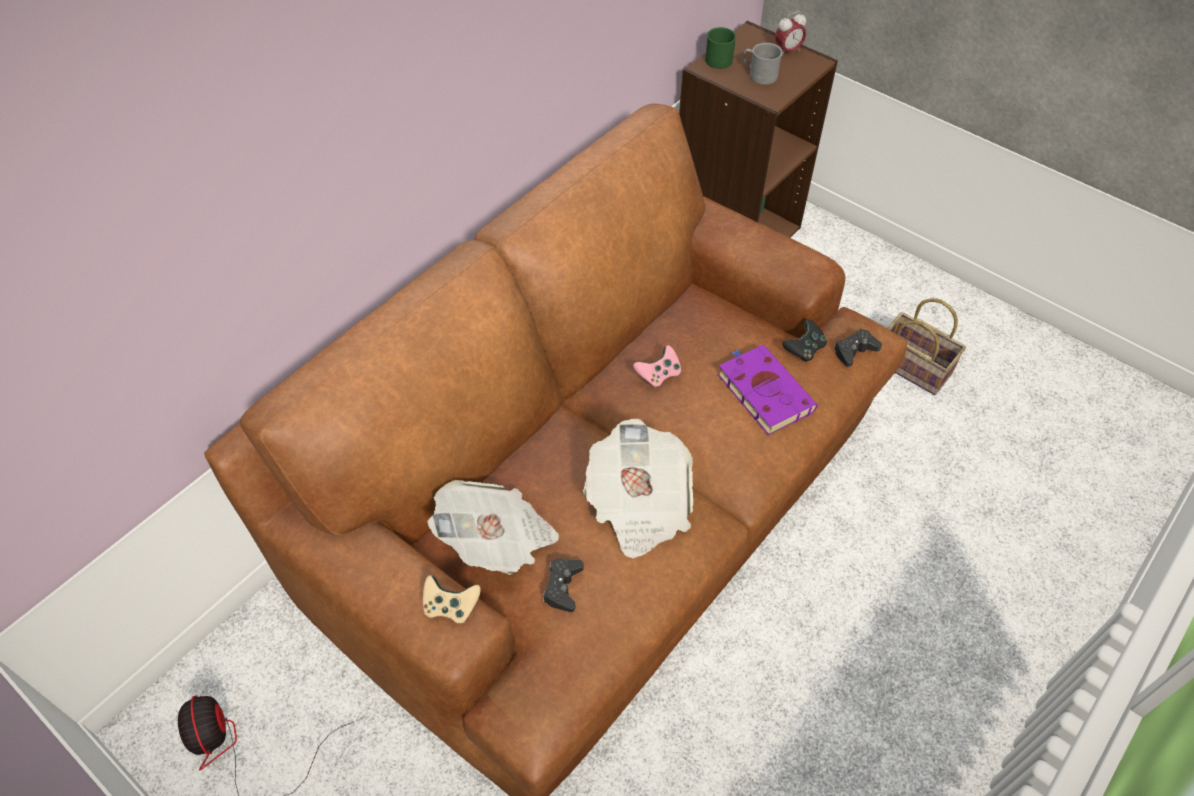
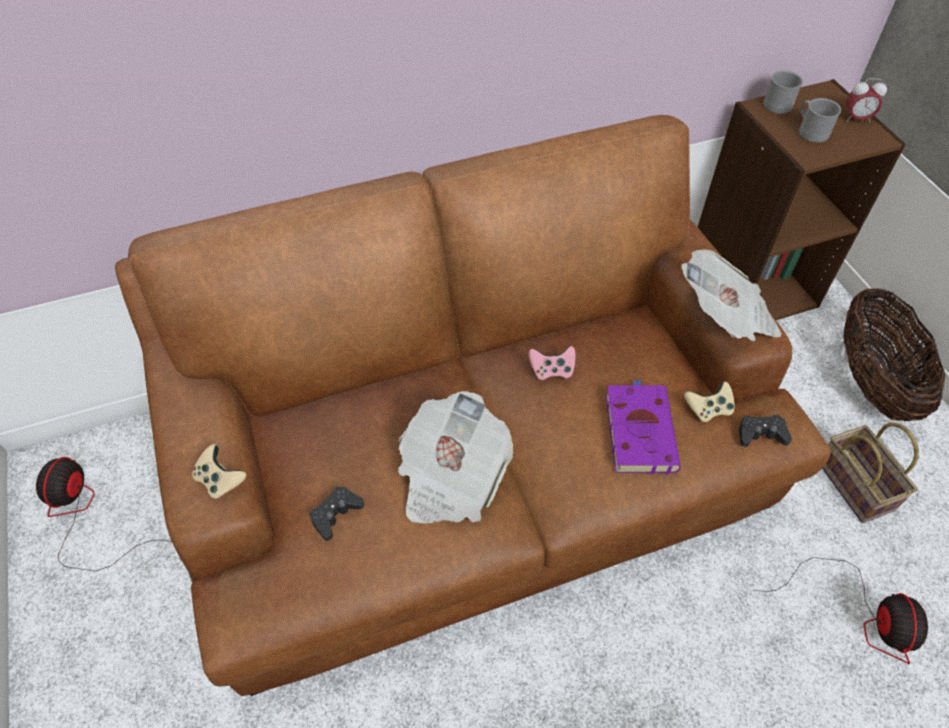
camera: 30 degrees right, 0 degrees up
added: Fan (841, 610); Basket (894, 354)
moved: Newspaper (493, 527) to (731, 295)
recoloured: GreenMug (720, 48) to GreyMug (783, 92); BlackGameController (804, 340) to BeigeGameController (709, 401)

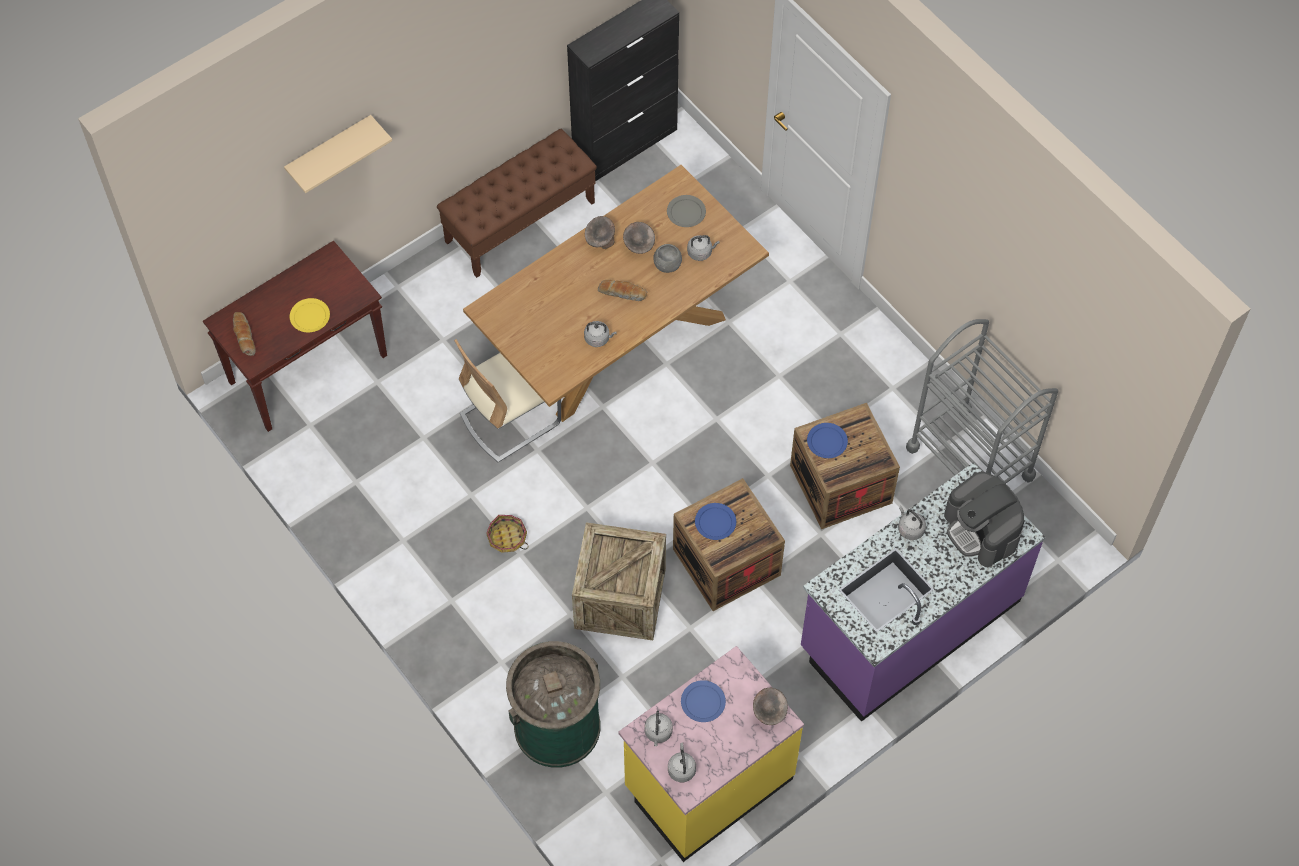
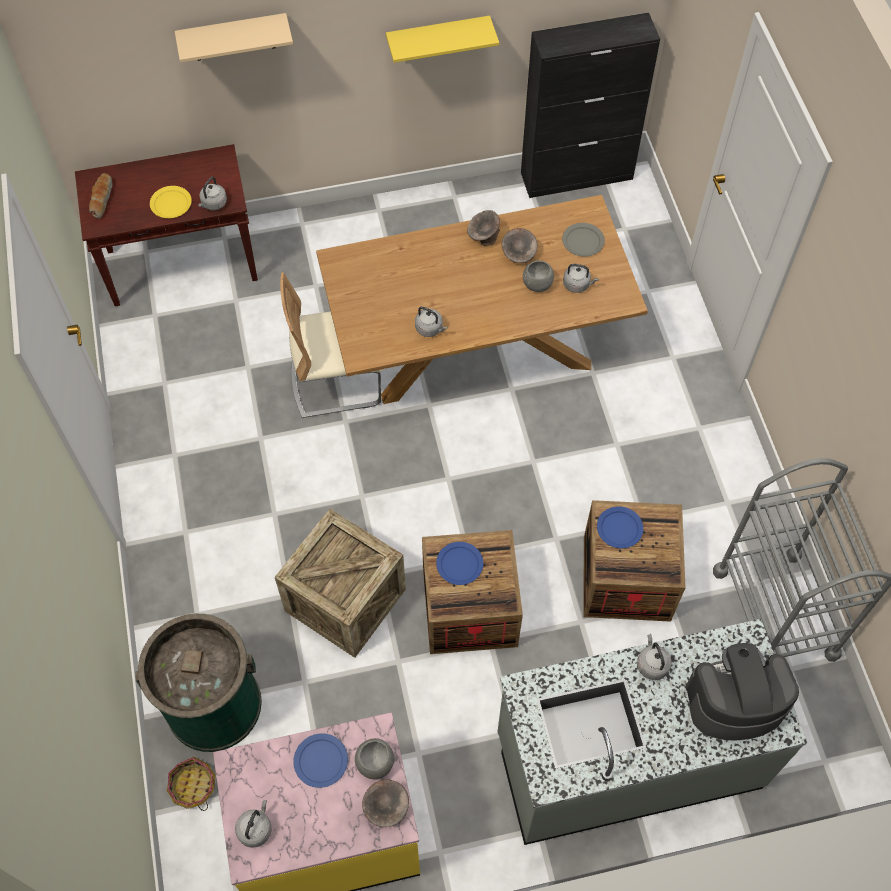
camera: 25 degrees right, 0 degrees up
removed: BrownBench (517, 203); Bread (622, 290)
added: GreyBowl (374, 758); YellowShelf (442, 39)
moved: Basket (507, 534) to (191, 784); GreyKettle (658, 728) to (212, 193)
recoloured: PurpleCounter (923, 592) to GreyCounter (652, 732)
turned: CoffeeMachine (984, 519) = (742, 691) 90 degrees clockwise

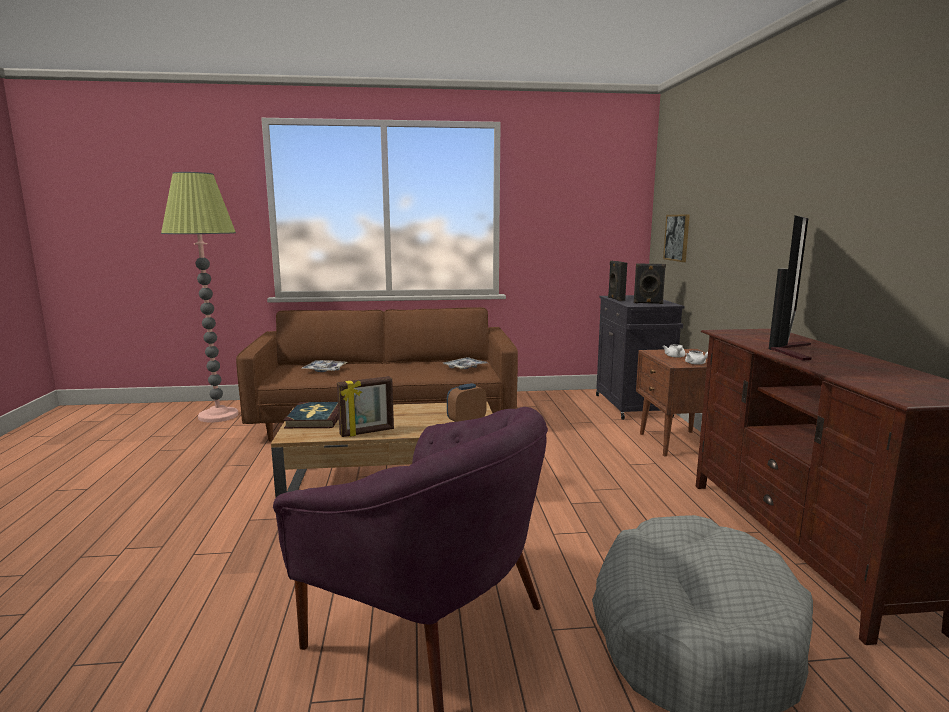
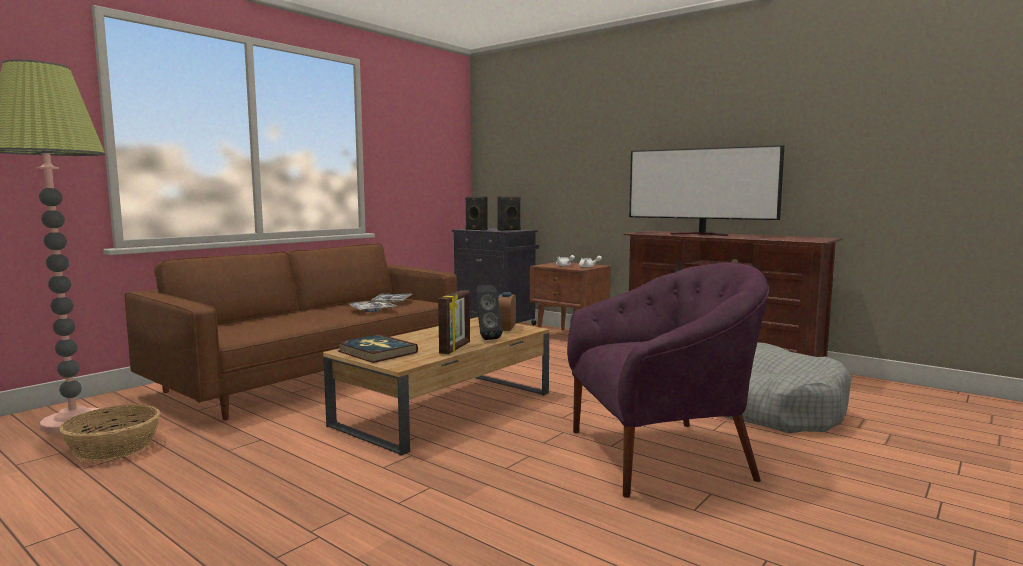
camera: 45 degrees left, 5 degrees down
removed: Picture (676, 238)
added: Basket (110, 432); BlackSpeaker (489, 312)
moved: Tray (324, 366) to (372, 306)
turned: Television (790, 288) = (707, 190) 135 degrees clockwise

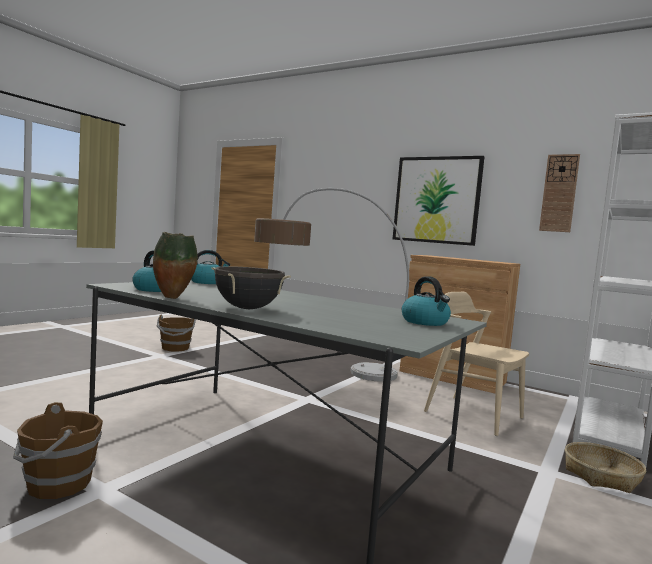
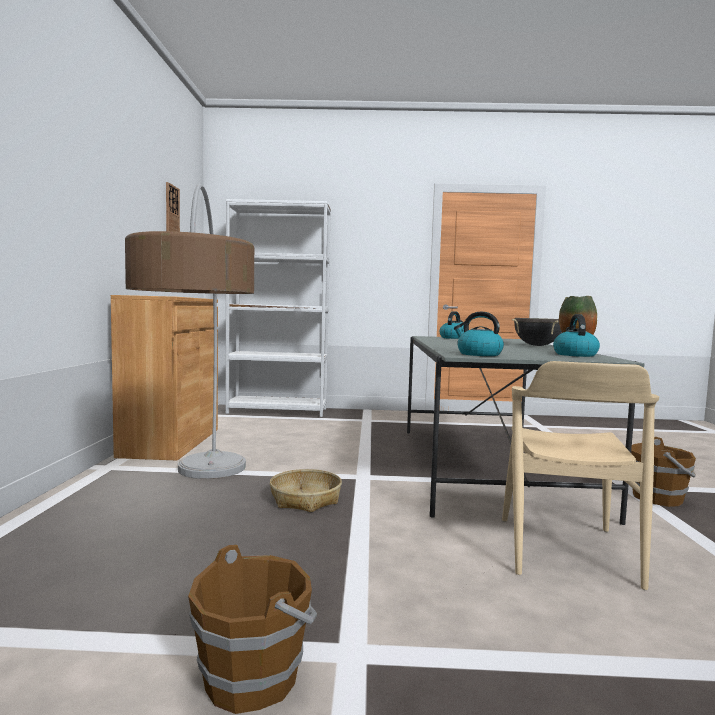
camera: 120 degrees left, 0 degrees up
removed: Picture (439, 201)
moved: BeigeChair (476, 364) to (580, 475); Basket (605, 467) to (306, 490)

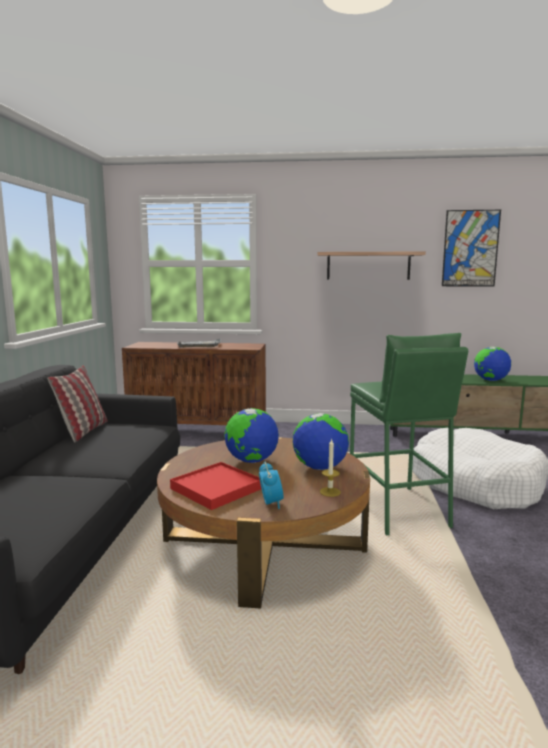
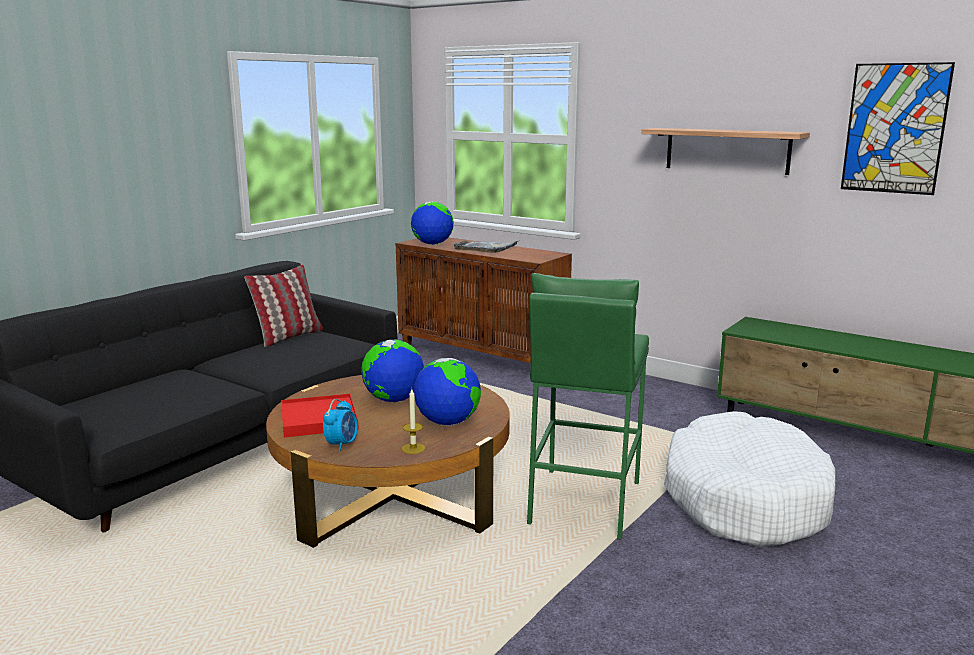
camera: 30 degrees right, 5 degrees up
moved: Globe (492, 364) to (432, 223)

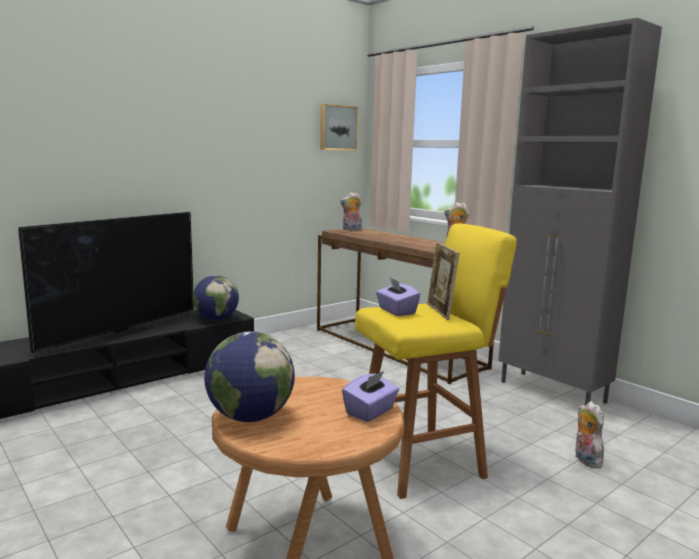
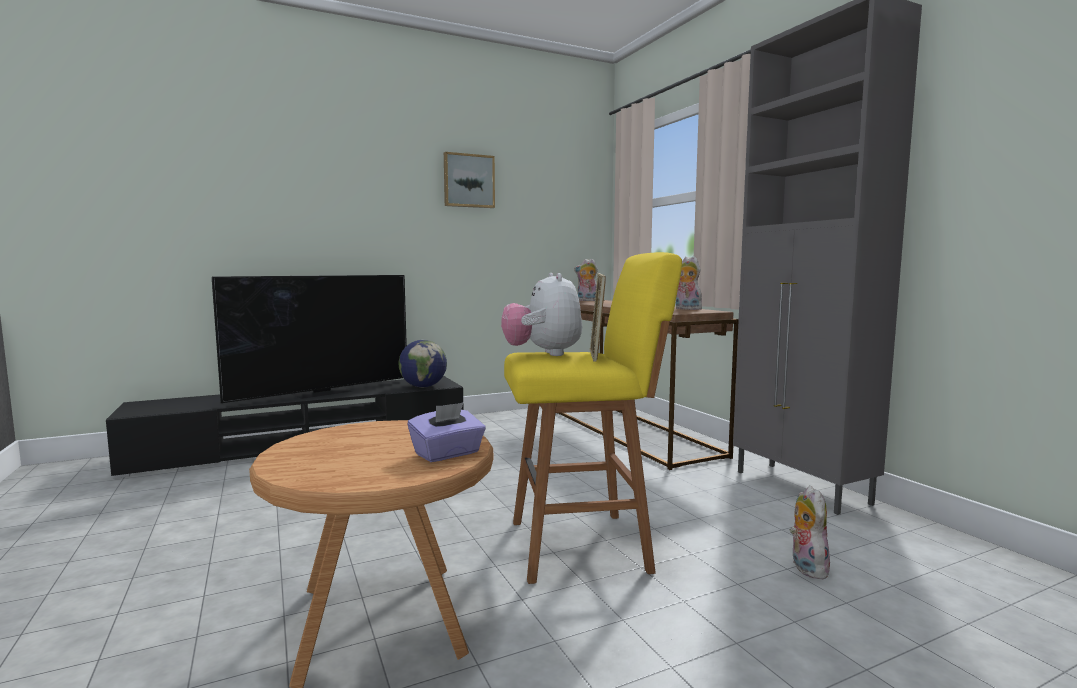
camera: 15 degrees right, 5 degrees down
removed: Globe (249, 376)
moved: Picture (339, 127) to (469, 180)
replaced: PurpleTissueBox (398, 297) to PlushToy (541, 314)

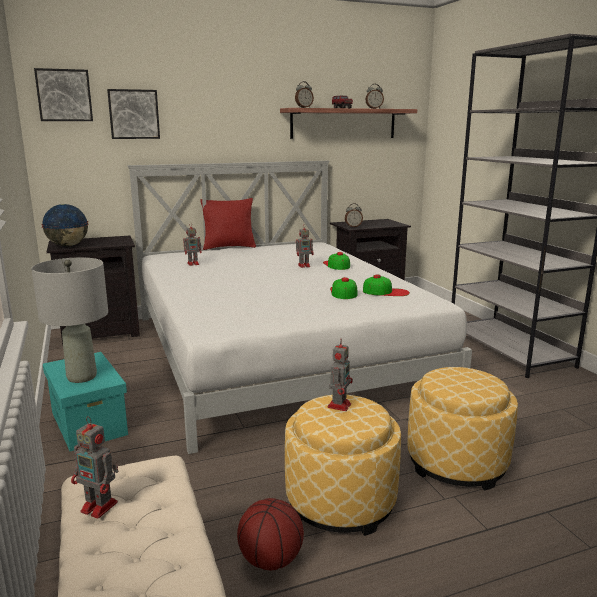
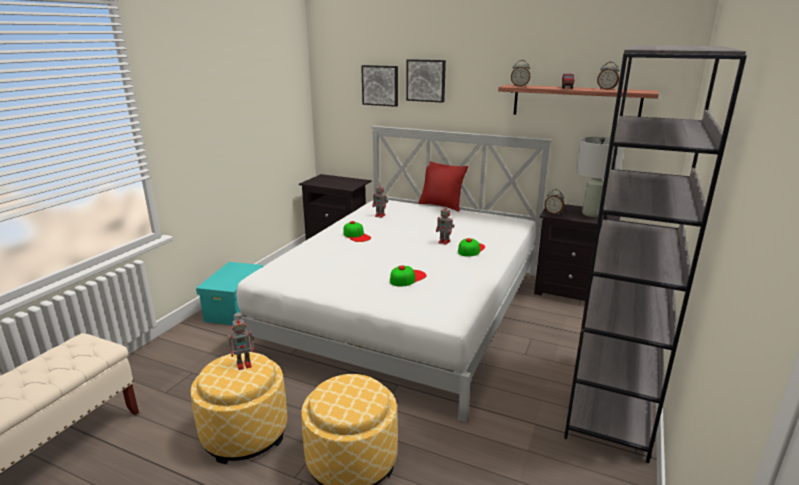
camera: 45 degrees right, 5 degrees up
removed: Globe (65, 225); ToyRobot (94, 467); Basketball (270, 534)
moved: GreyTableLamp (69, 320) to (600, 177); Picture (63, 94) to (426, 81); Cap (386, 285) to (357, 231)

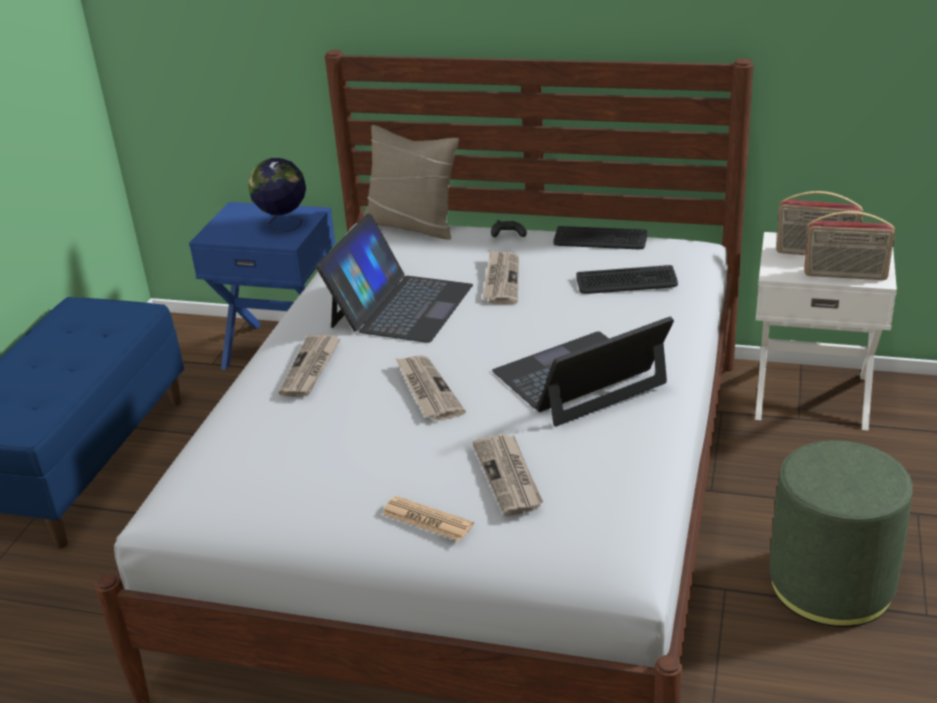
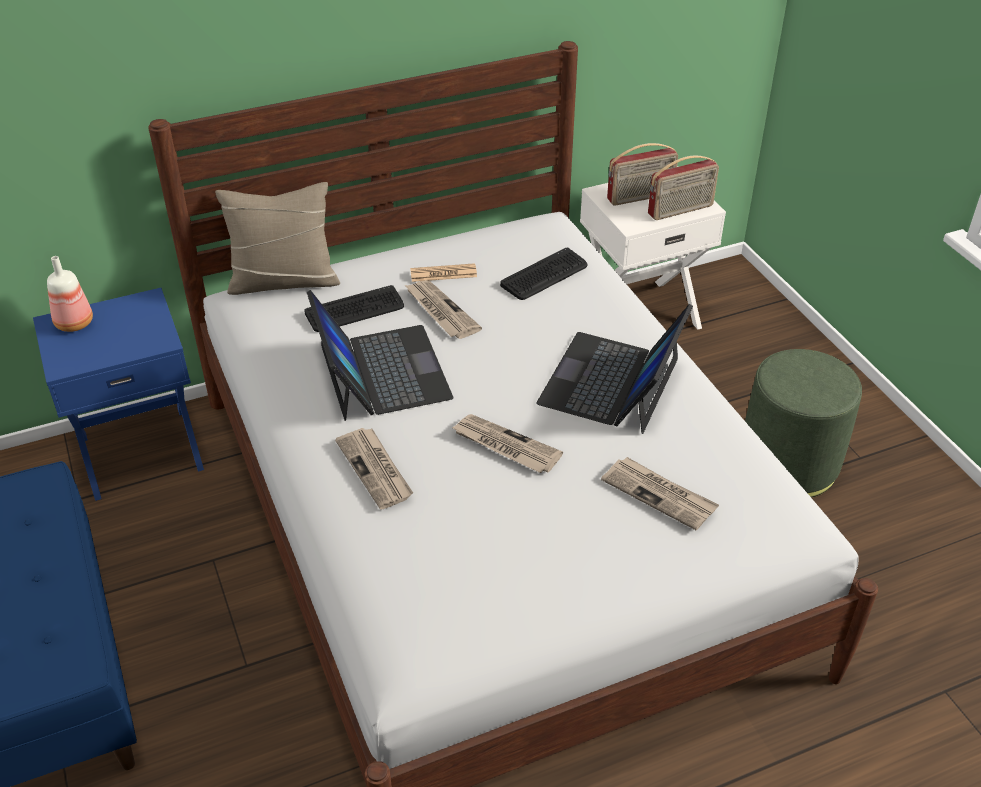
camera: 40 degrees left, 10 degrees up
removed: Globe (277, 195); BlackGameController (509, 228)
added: Bottle (70, 294)
moved: Newspaper (428, 519) to (443, 272); Keyboard (600, 237) to (354, 308)

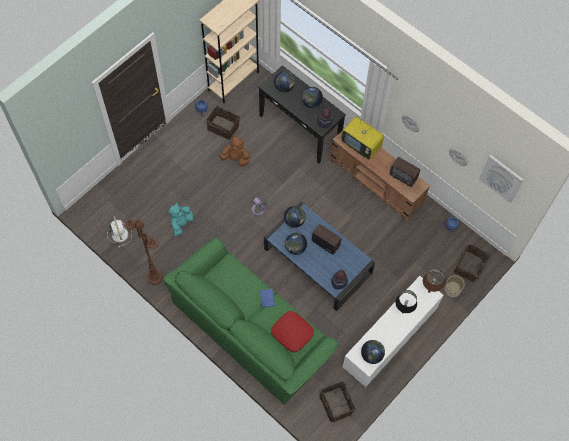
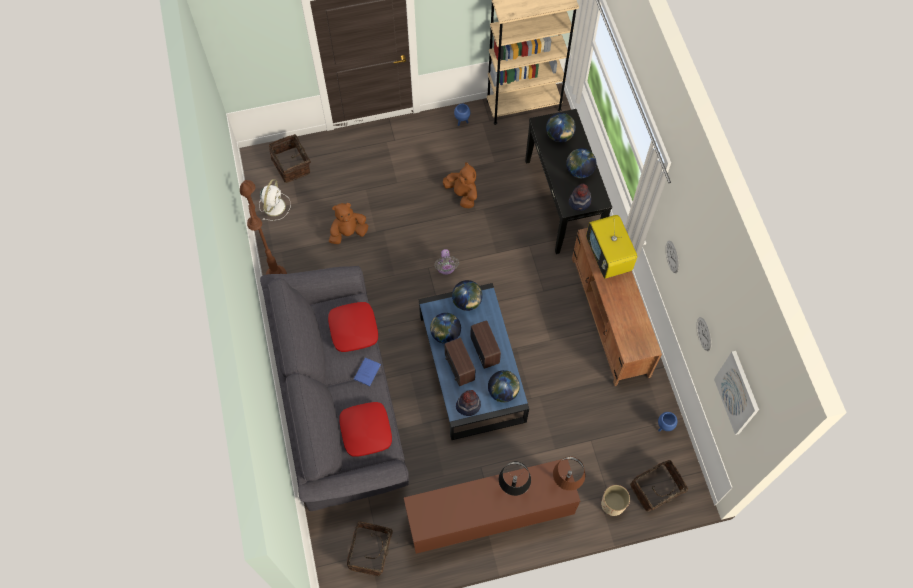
camera: 35 degrees right, 0 degrees up
added: RedPillow (353, 327)
moved: Basket (223, 122) to (290, 158); Globe (373, 352) to (504, 386); Radio (405, 172) to (460, 362)
recoloured: GreenSofa (251, 320) to GreySofa (334, 388); TurquoisePlushToy (181, 219) to BrownPlushToy (348, 223); WhiteCabinet (393, 331) to BrownCabinet (492, 506)

